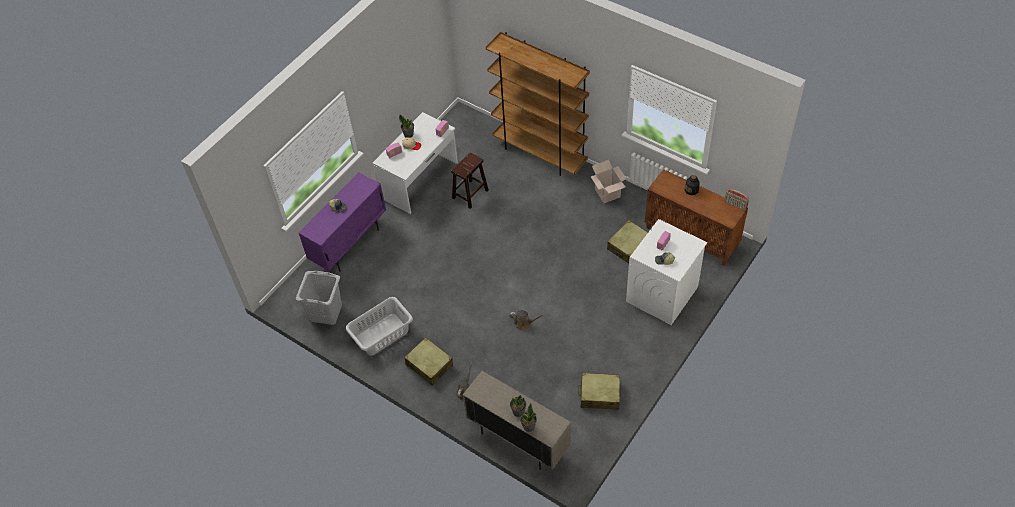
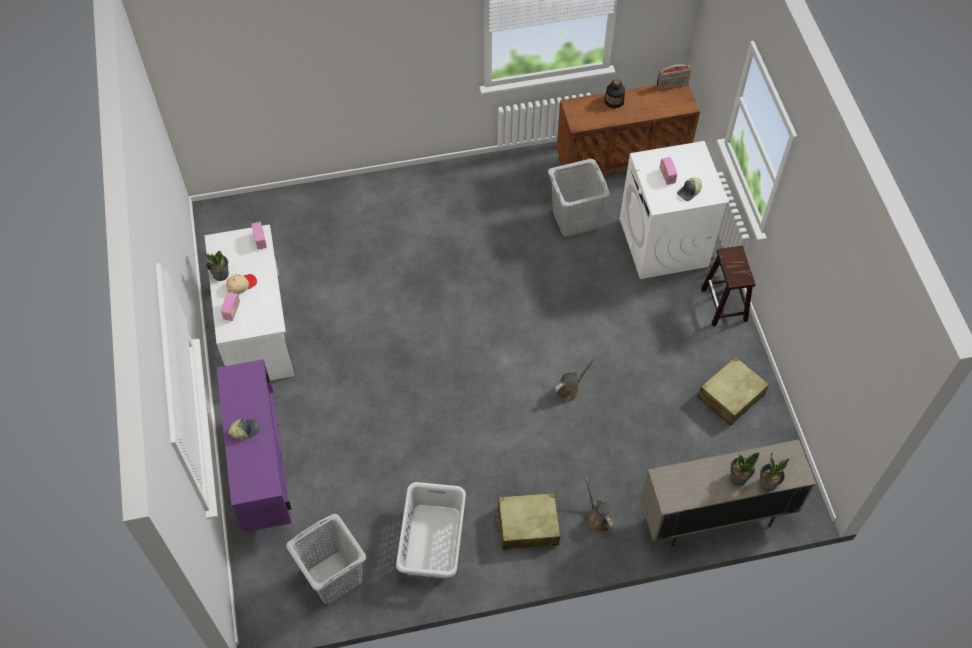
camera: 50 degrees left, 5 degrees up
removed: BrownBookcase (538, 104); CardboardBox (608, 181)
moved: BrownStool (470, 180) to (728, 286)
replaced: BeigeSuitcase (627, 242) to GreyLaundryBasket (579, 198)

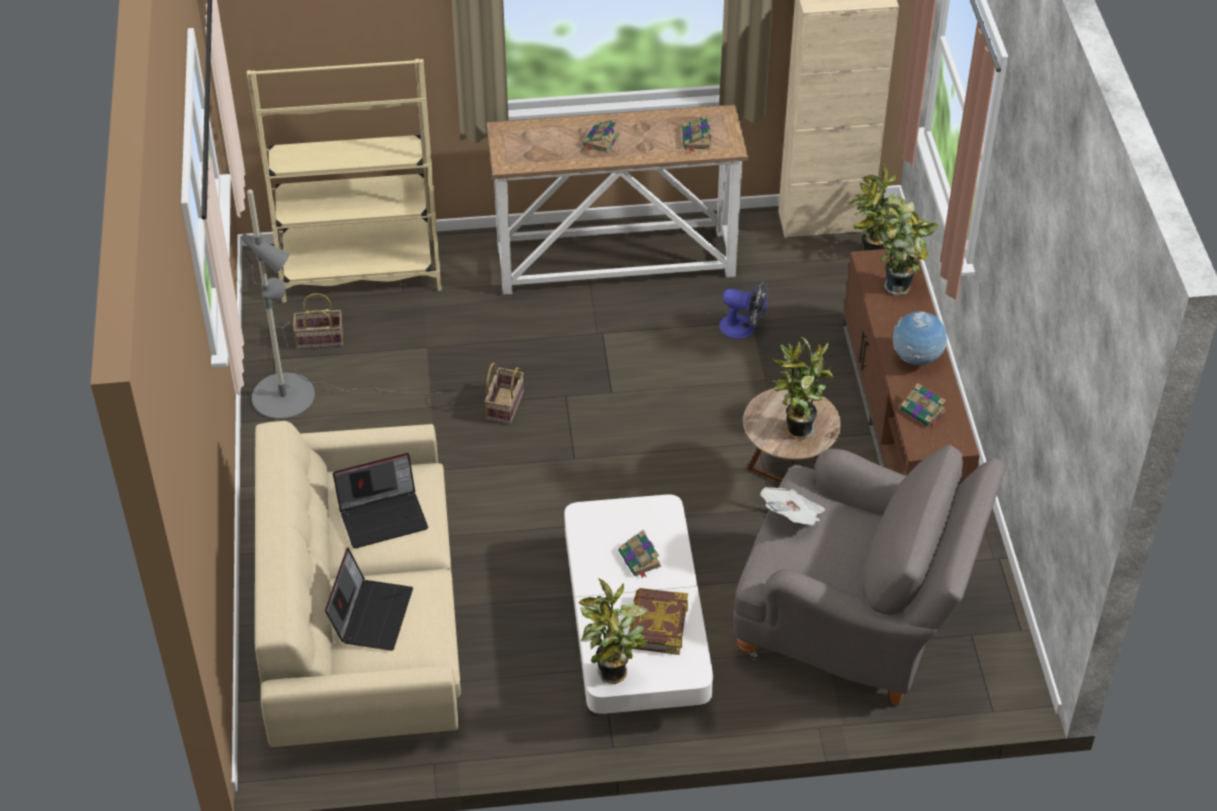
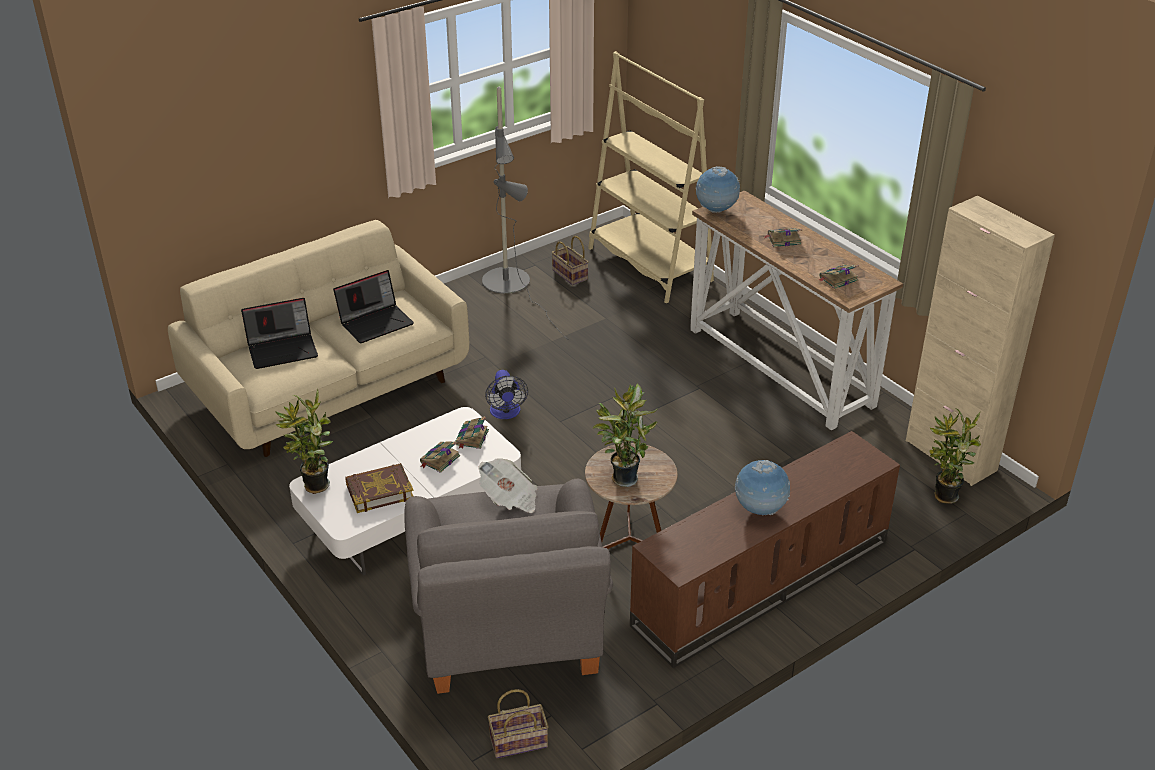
camera: 60 degrees right, 10 degrees down
removed: PottedPlant (907, 246)
added: Globe (717, 189)
moved: Basket (504, 393) to (518, 724); Fan (744, 310) to (506, 394); Book (923, 405) to (472, 432)
turned: Laptop (380, 500) = (373, 306) 75 degrees counterclockwise

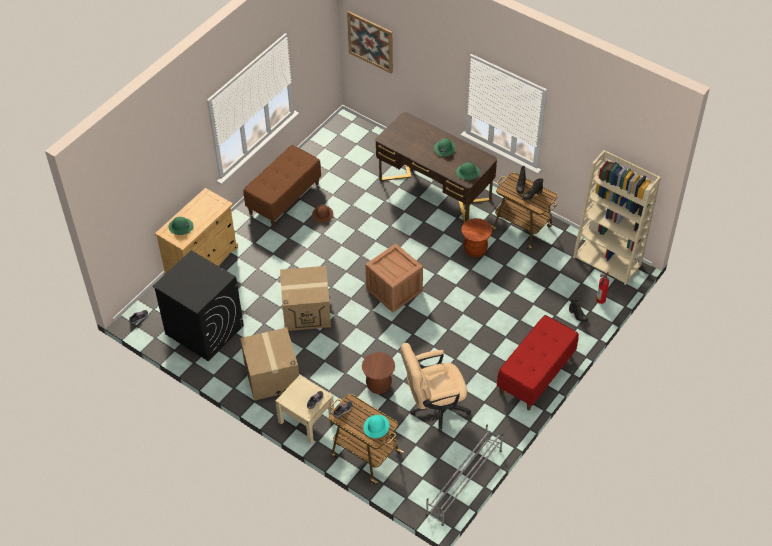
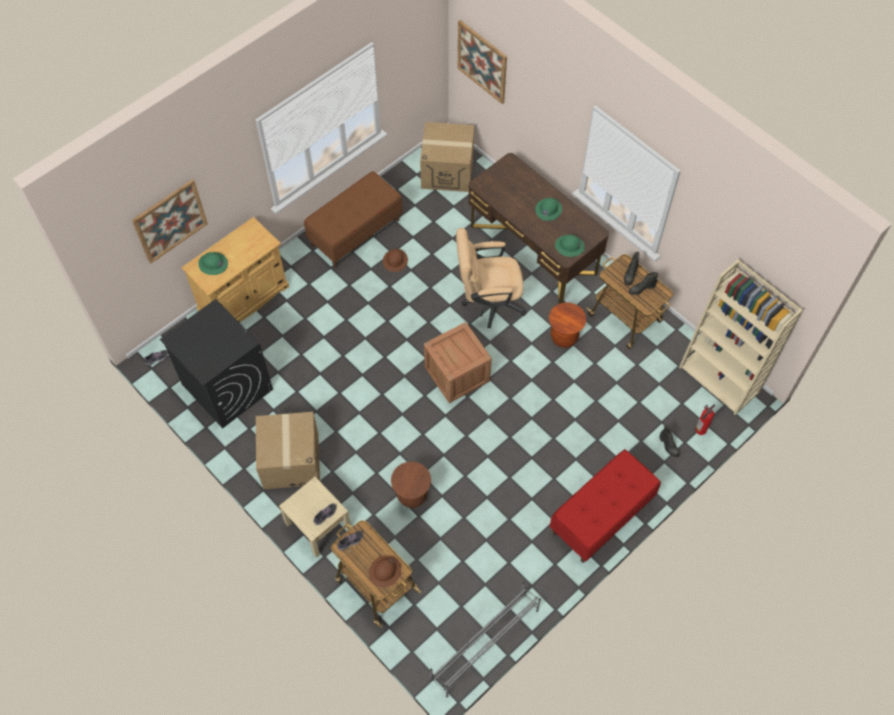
camera: 10 degrees right, 10 degrees up
added: Picture (170, 221)
moved: CardboardBox (305, 298) to (447, 157); BeigeOfficeChair (436, 387) to (491, 278)
recoloured: TurquoiseHardHat (376, 426) to BrownHardHat (385, 571)

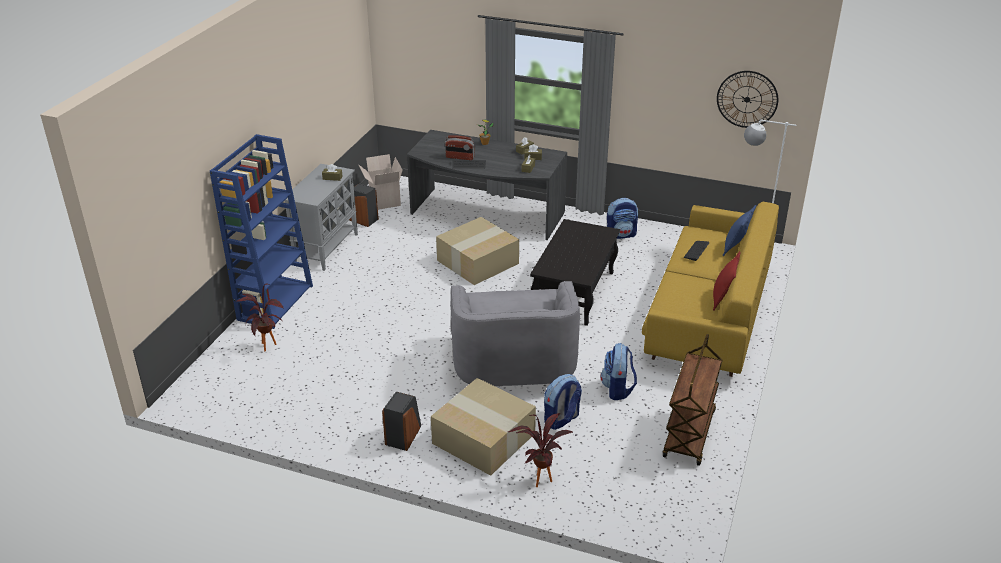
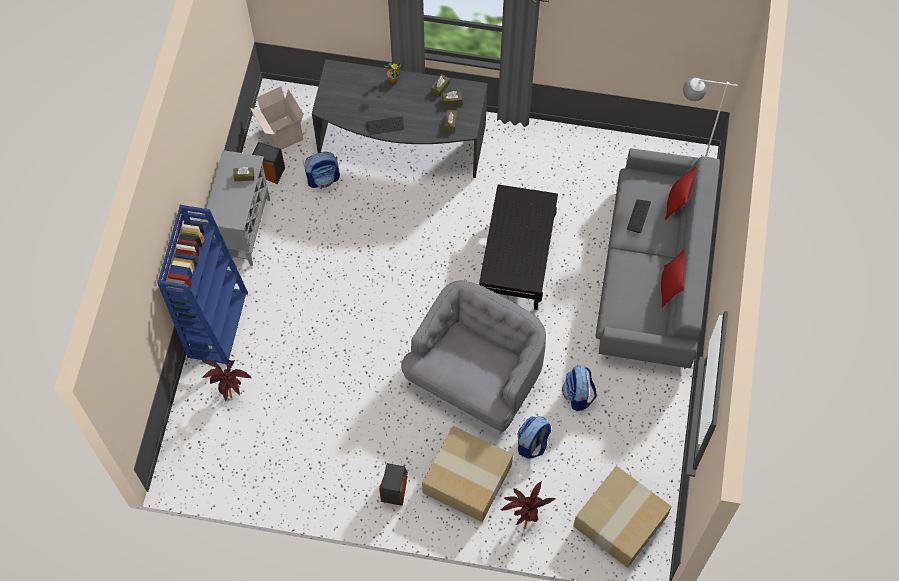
camera: 10 degrees left, 30 degrees up
removed: Radio (460, 147); BrownCart (693, 400); WallClock (747, 99)
moved: CardboardBox (477, 251) to (622, 517); Backpack (622, 218) to (322, 170)
recoloured: YellowSofa (710, 289) to GreySofa (657, 258); BluePillow (739, 230) to RedPillow (681, 193)
turned: GreyArmchair (515, 333) = (473, 356) 135 degrees counterclockwise

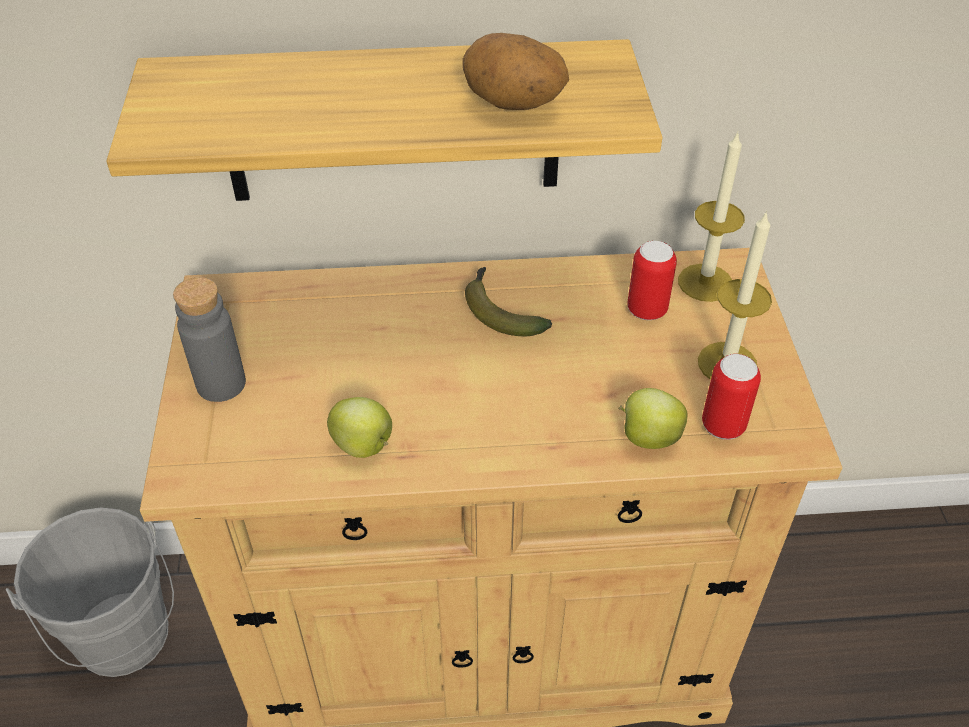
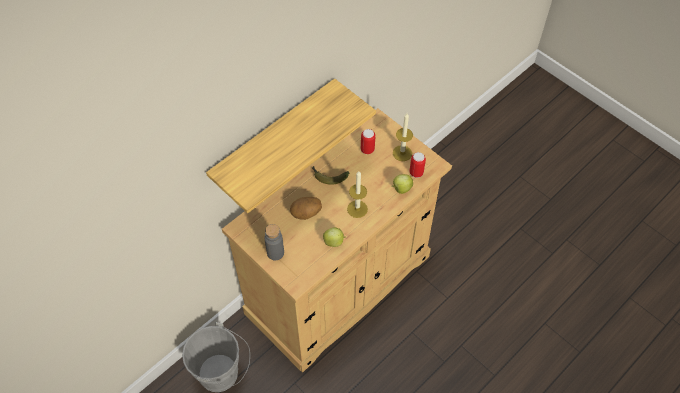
camera: 40 degrees left, 10 degrees up
moved: Potato (516, 71) to (306, 208); Candle (711, 217) to (357, 194)

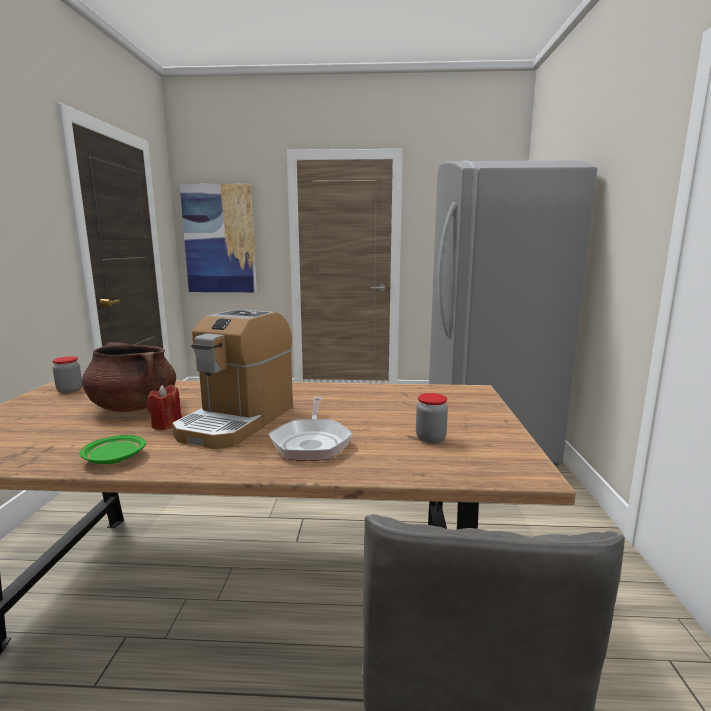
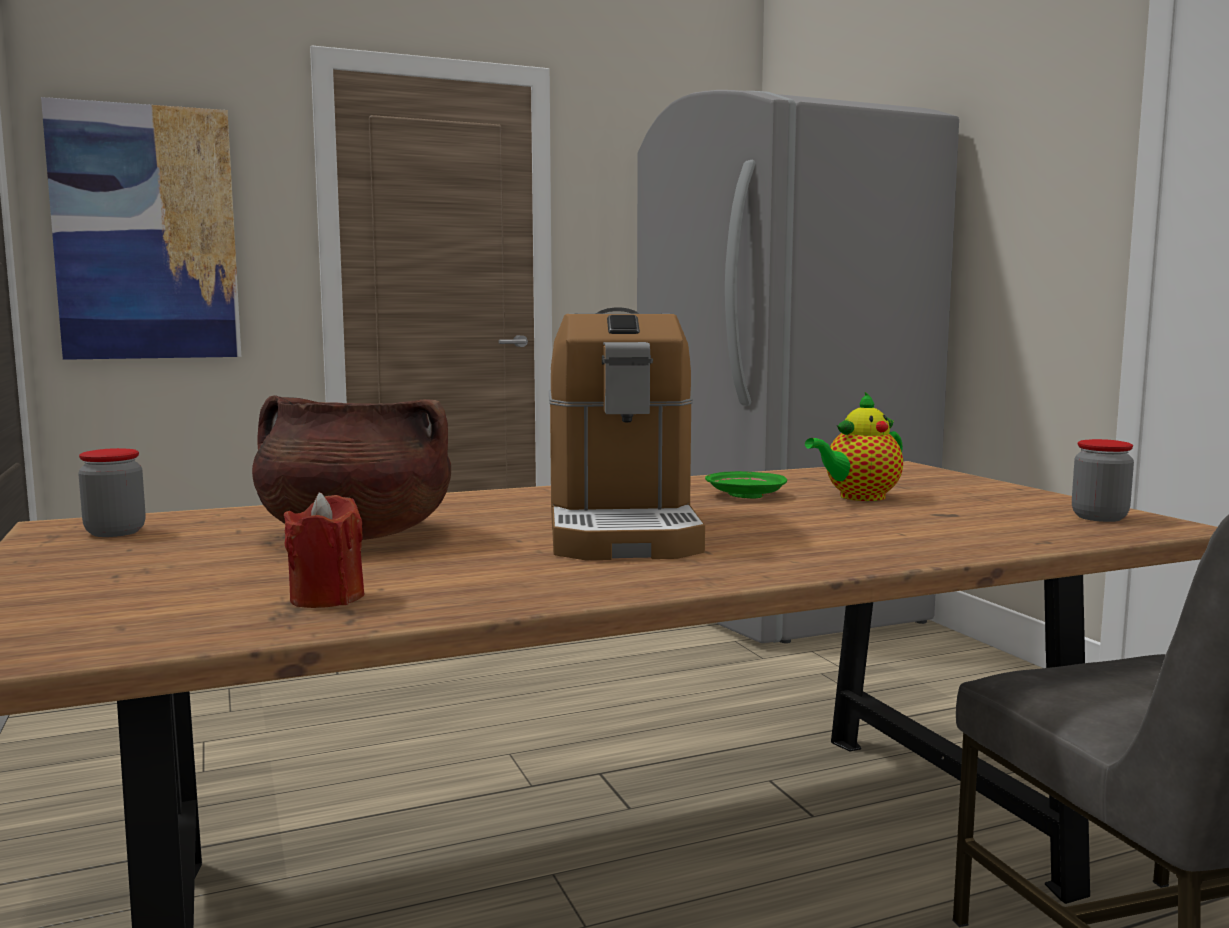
camera: 25 degrees left, 5 degrees down
removed: FryingPan (310, 429)
added: Teapot (854, 446)
moved: GreenPlate (113, 449) to (746, 485); RedCandle (164, 407) to (324, 550); Jar (432, 418) to (1103, 480)

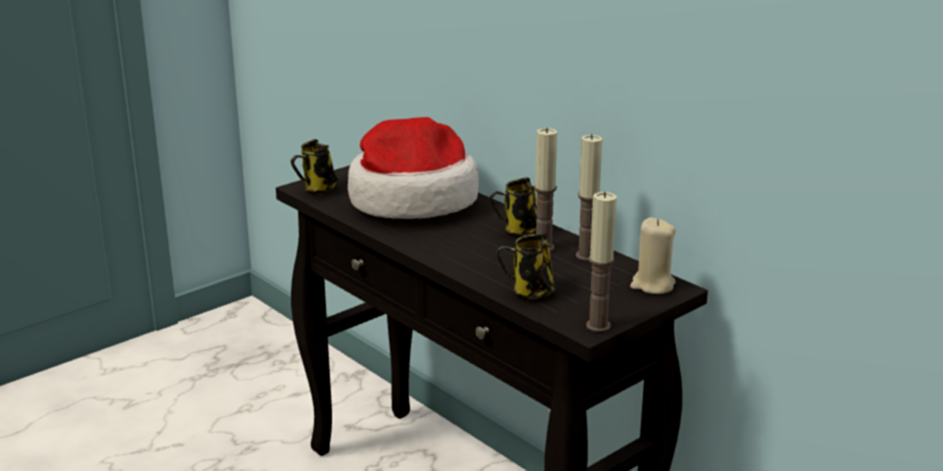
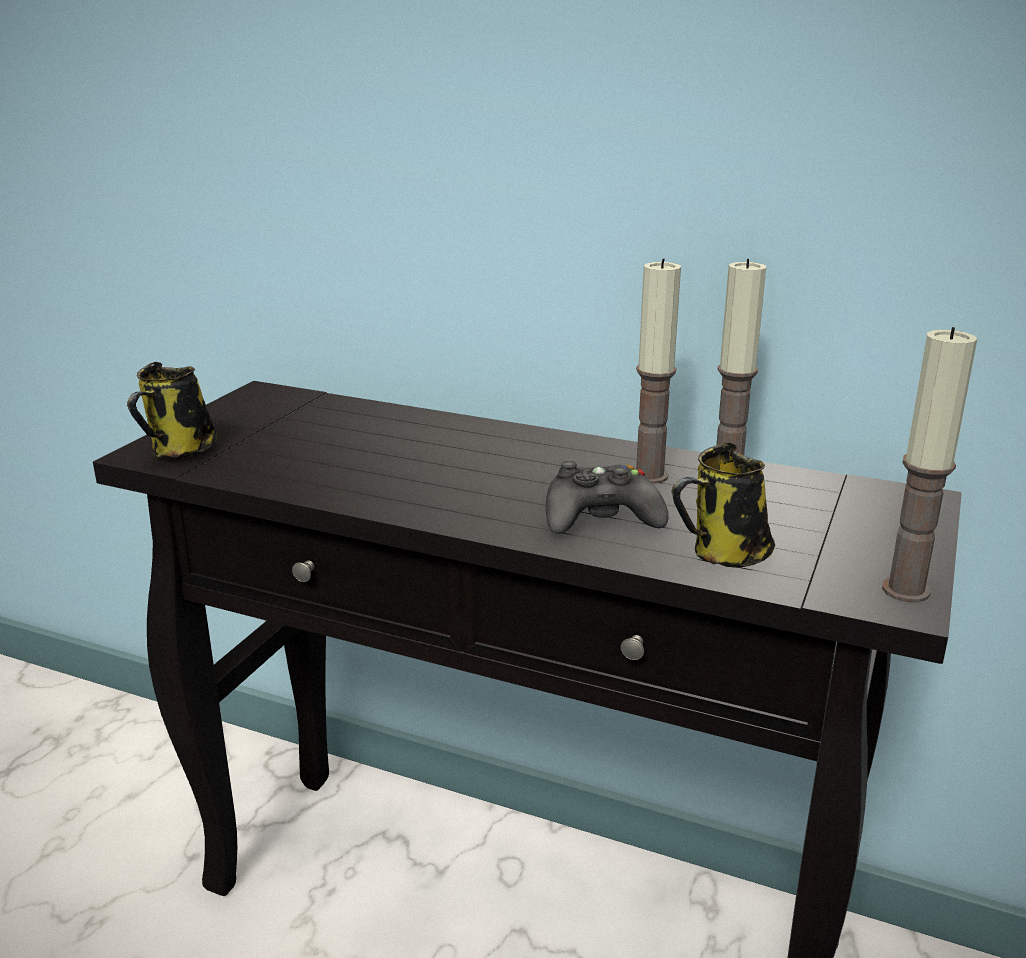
camera: 25 degrees left, 0 degrees up
removed: Hat (413, 168); Mug (513, 207); BeigeCandle (653, 256)
added: BlackGameController (607, 497)

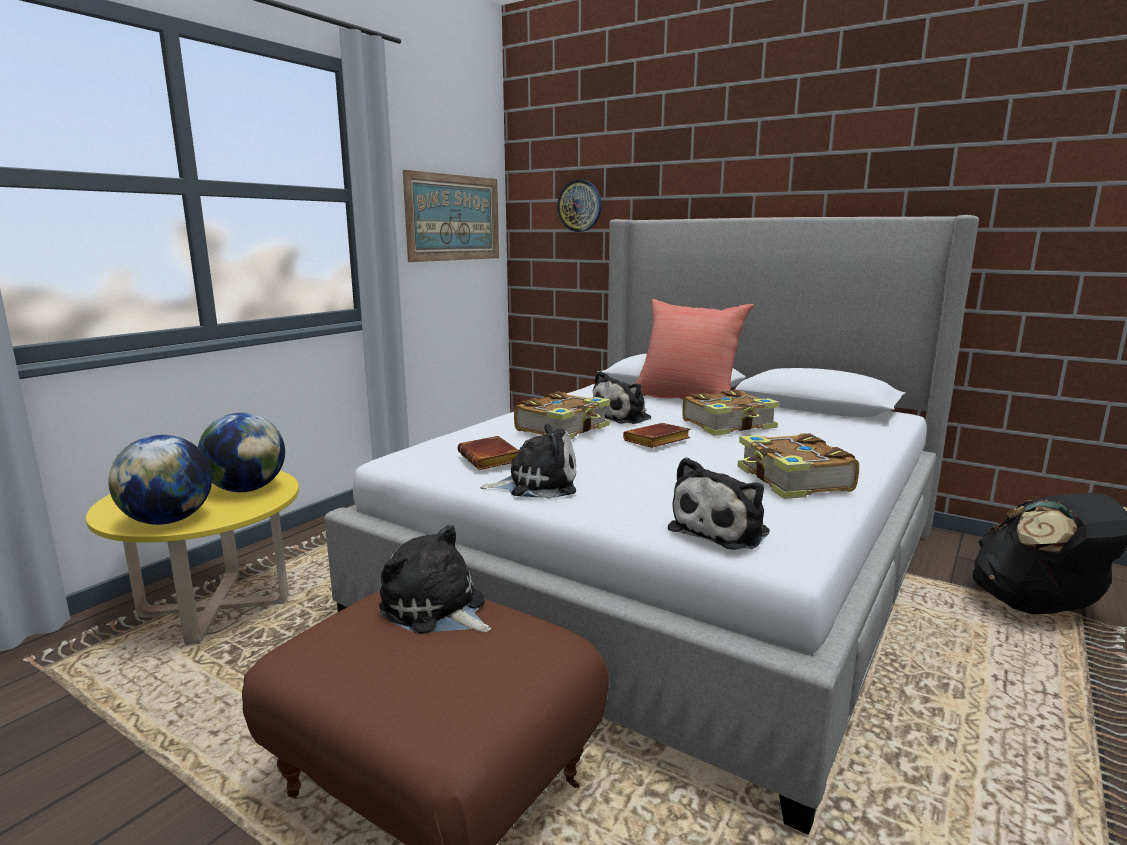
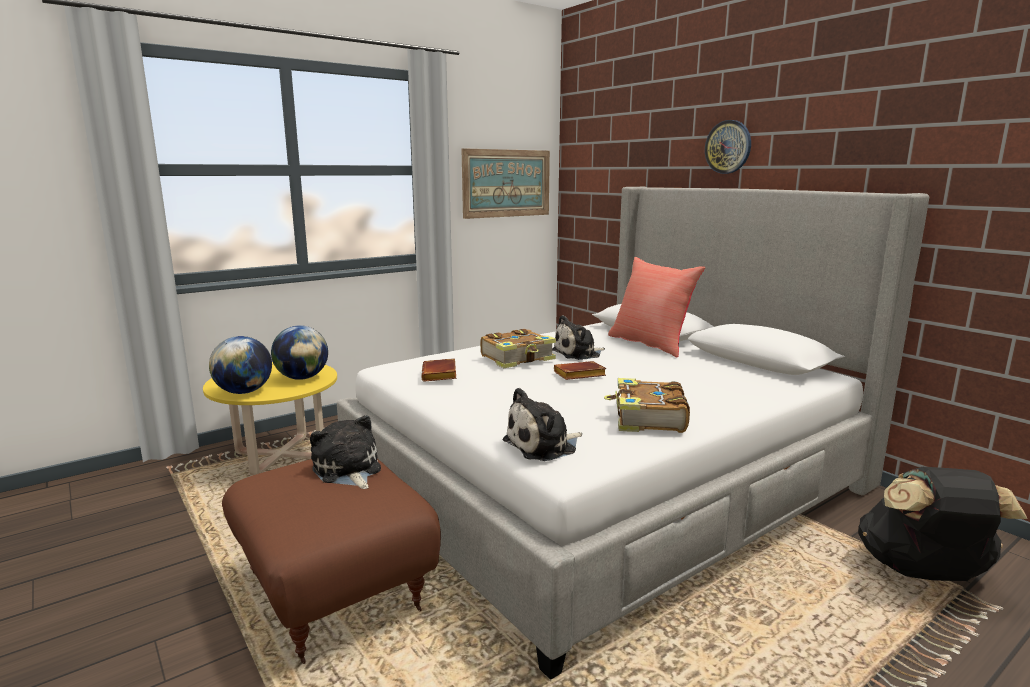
camera: 20 degrees right, 0 degrees up
removed: PlushToy (528, 461); Book (731, 413)
moved: WallClock (579, 205) to (728, 147)

